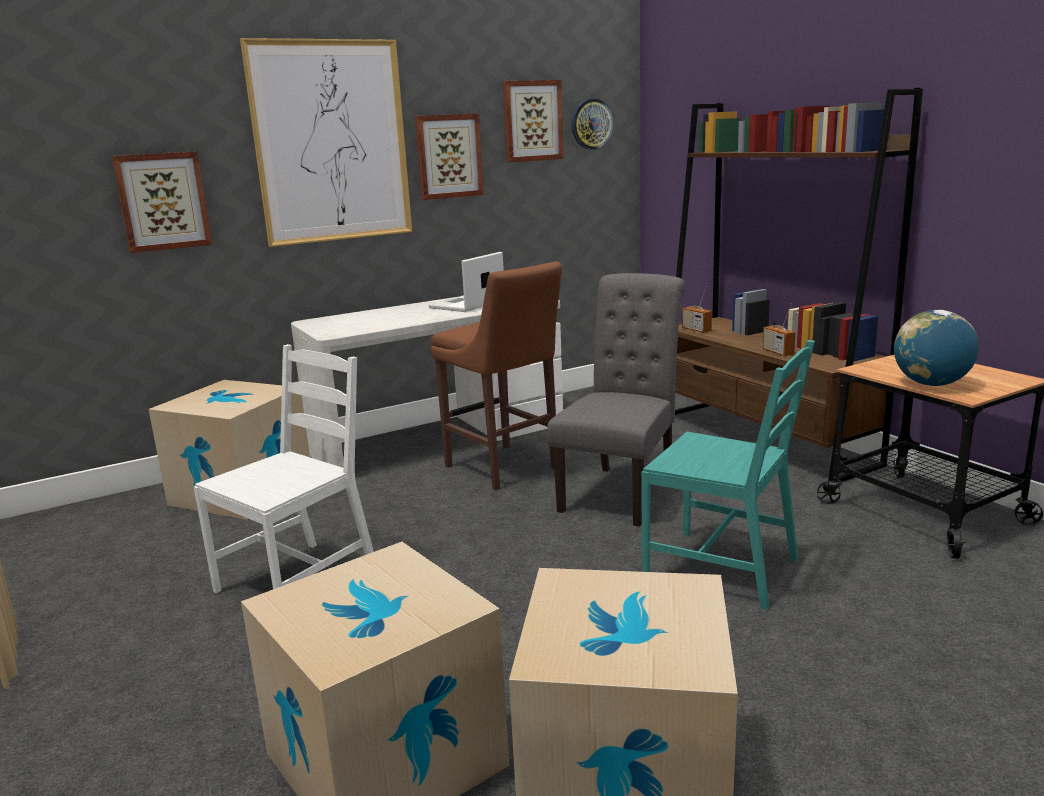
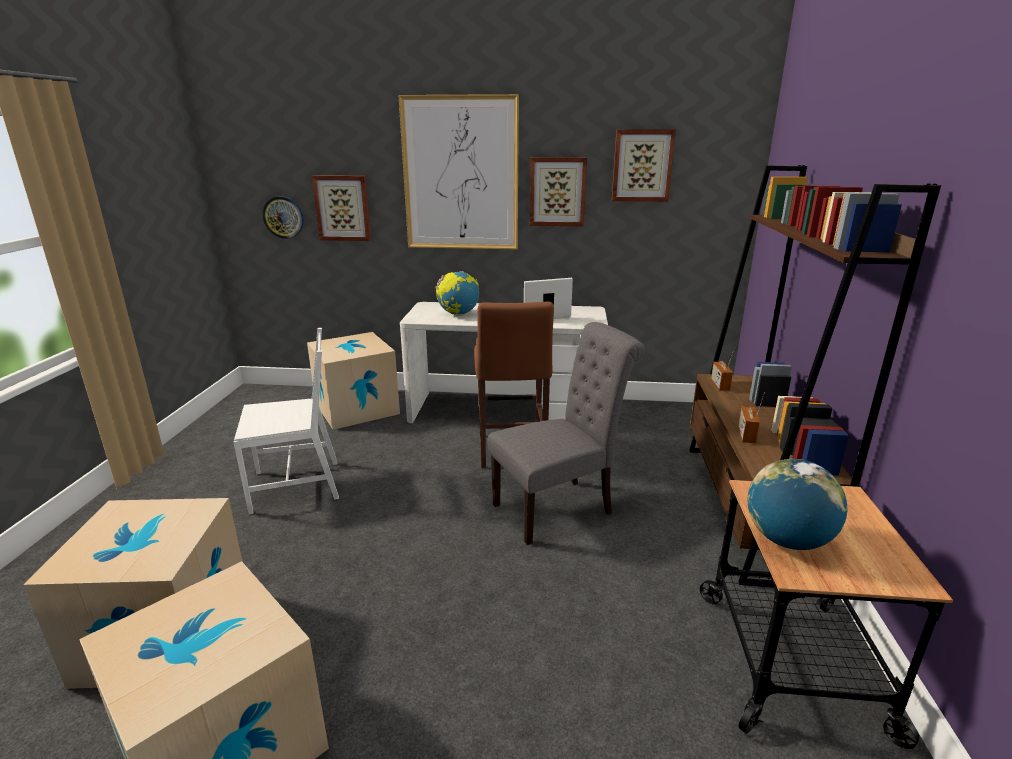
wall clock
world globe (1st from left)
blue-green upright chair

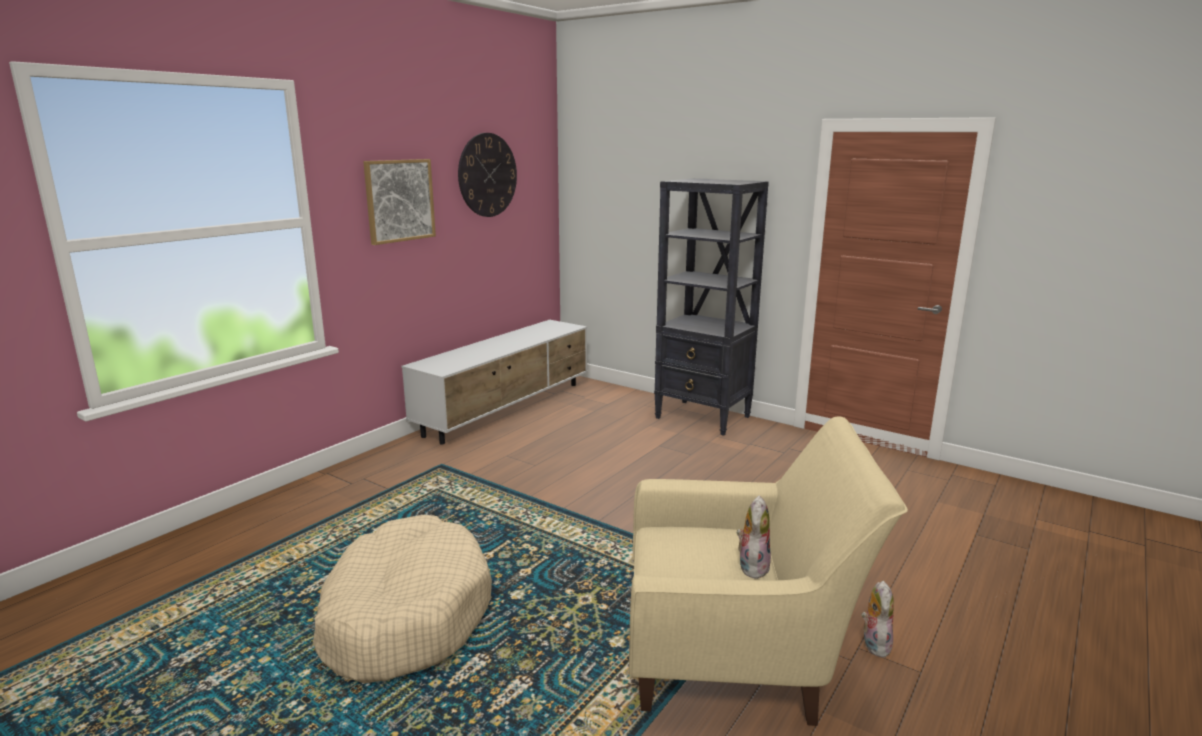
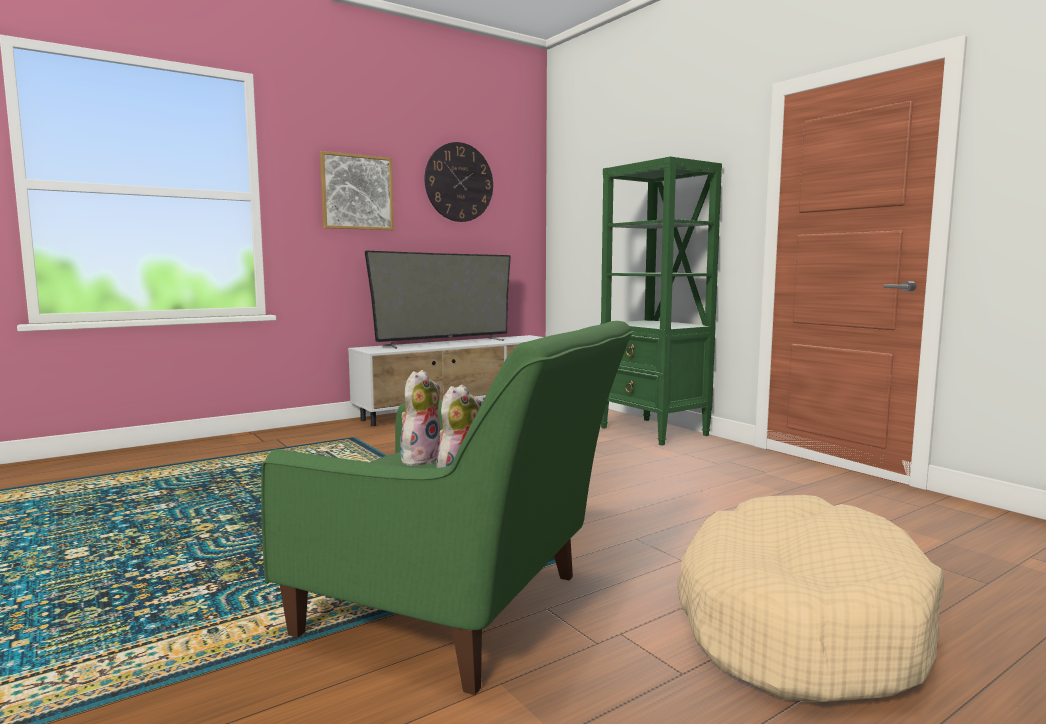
green-coloured armchair
television
cuddly toy (1st from left)
green-coloured shelving unit
sand-coloured pet bed

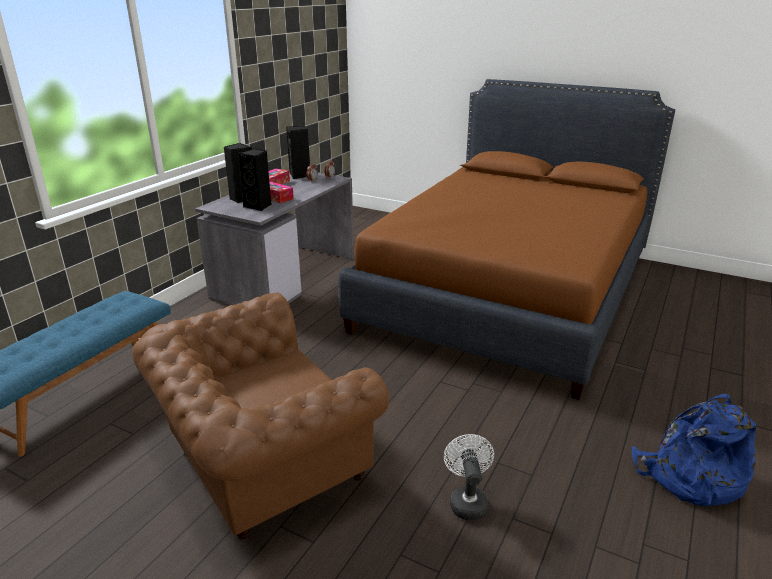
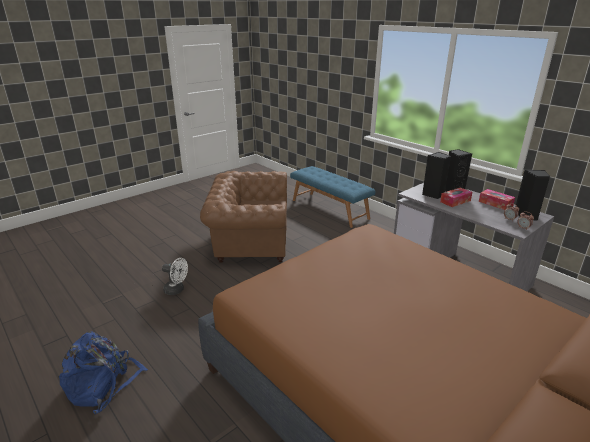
brown-coloured armchair

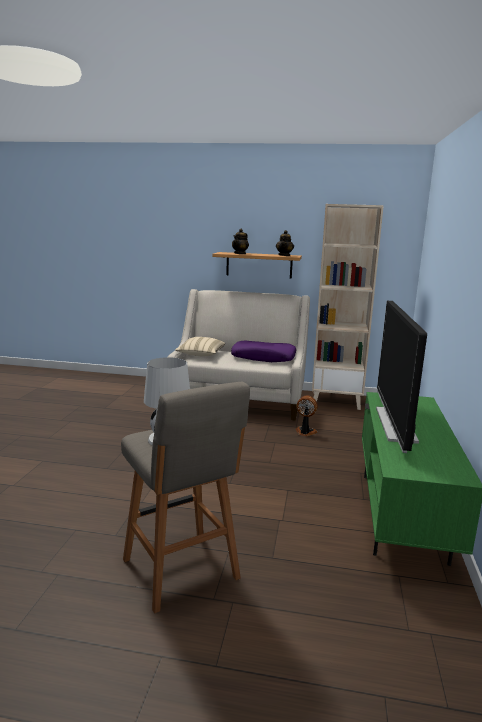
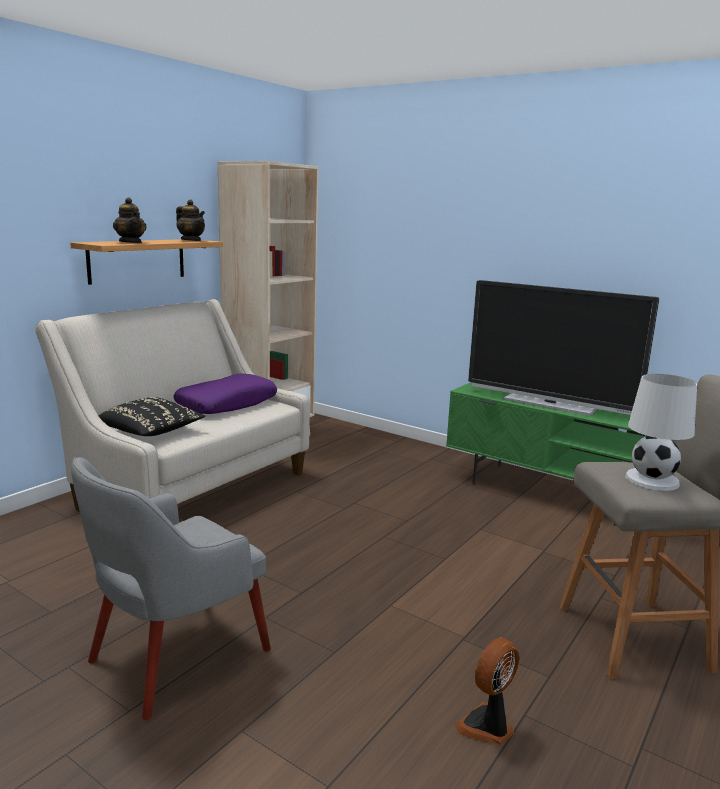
gray armchair
black-coloured throw pillow
cooling fan

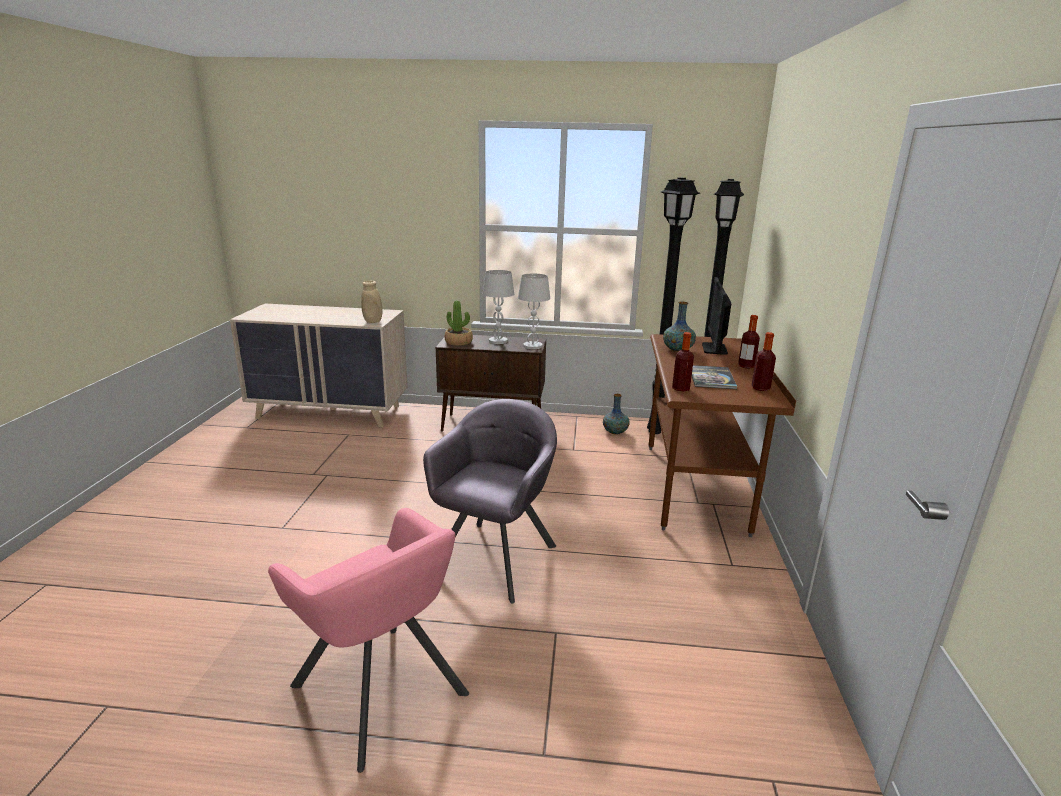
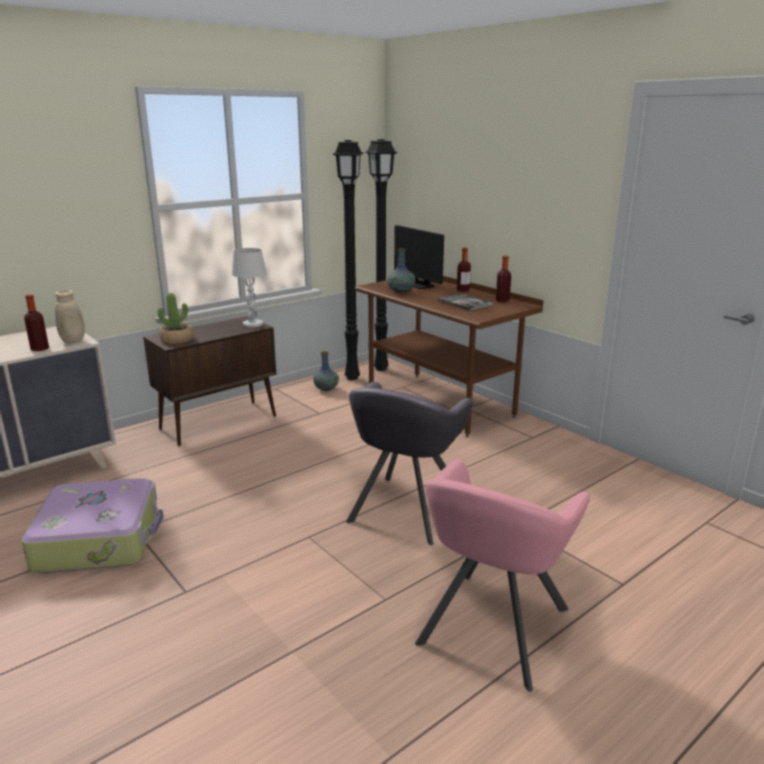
suitcase
bottle (1st from left)
gray armchair
pinkish armchair
white table lamp (1st from left in the first image)

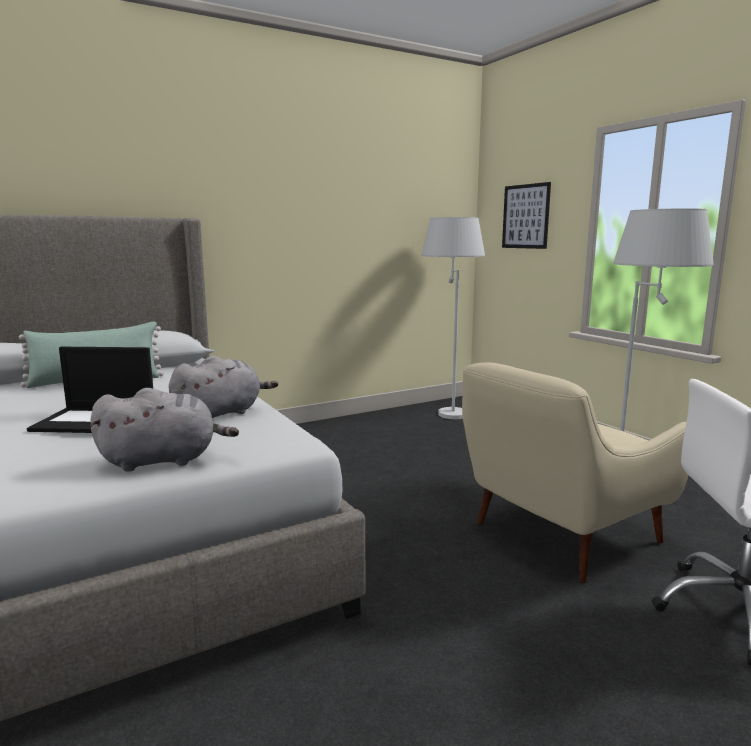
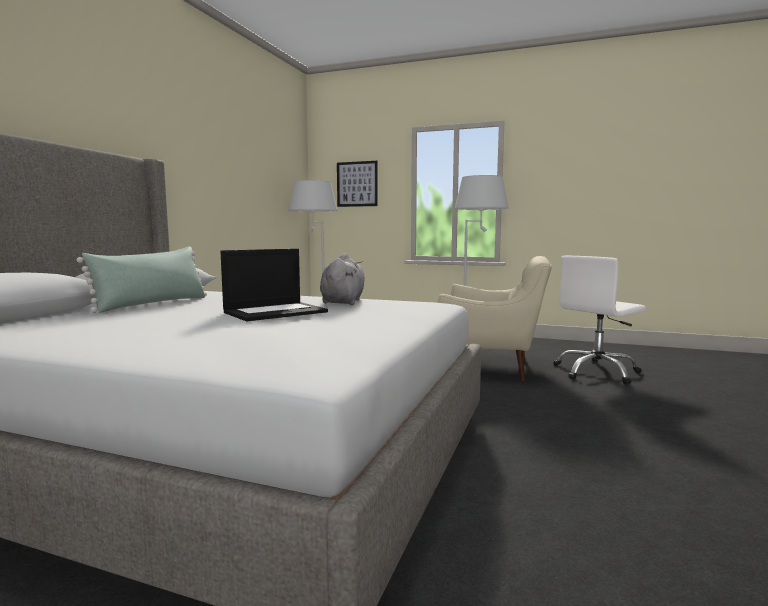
sand-coloured armchair
gray cuddly toy (1st from left in the first image)

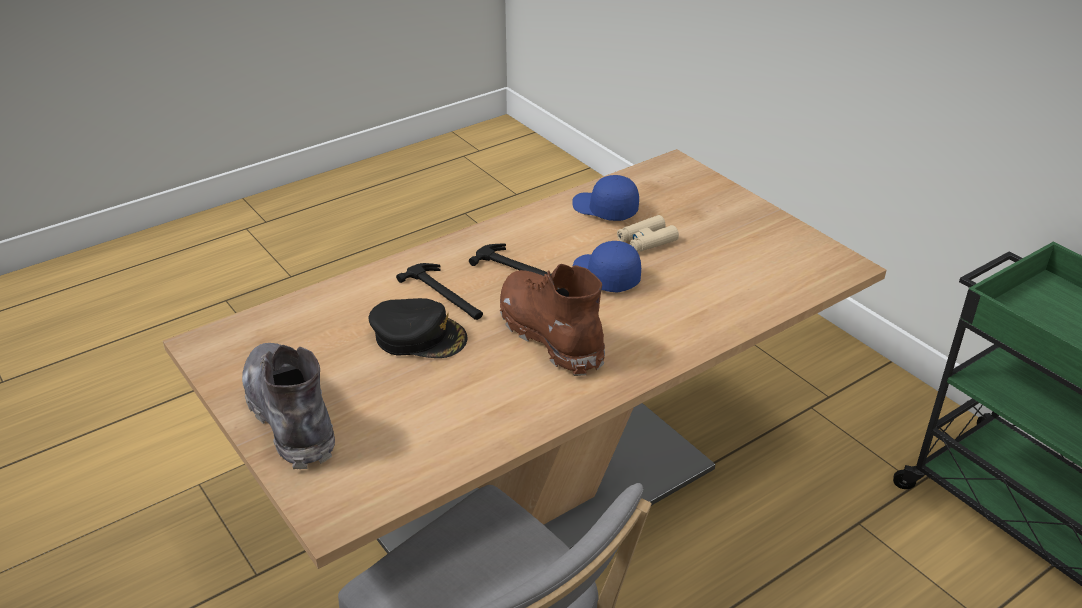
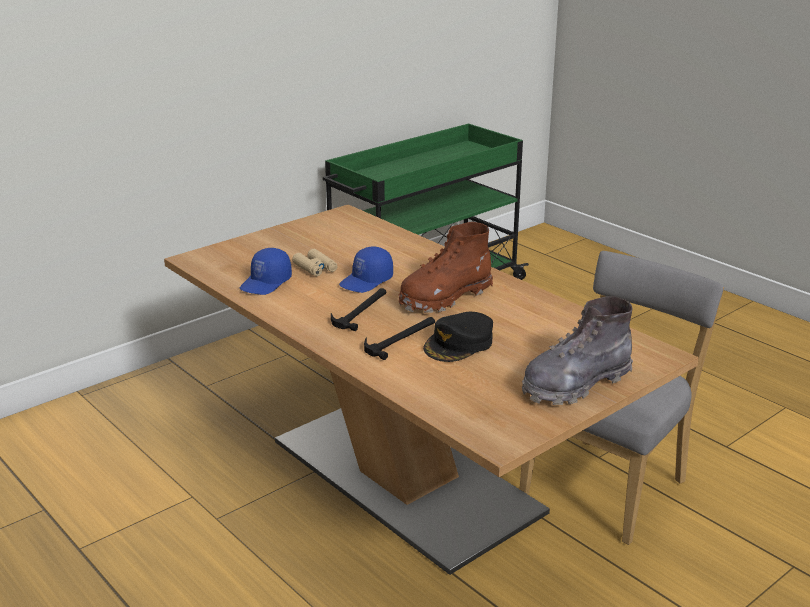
black-coloured cap

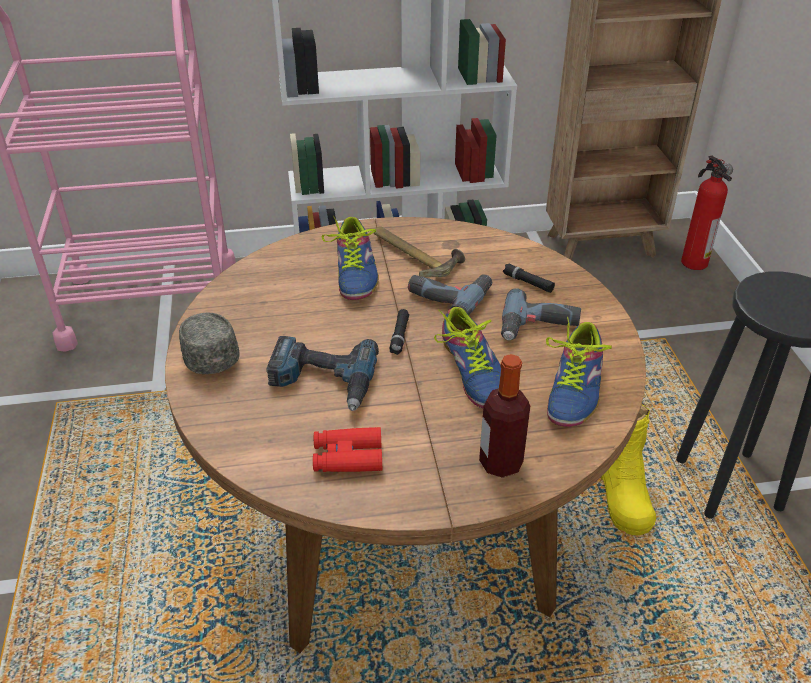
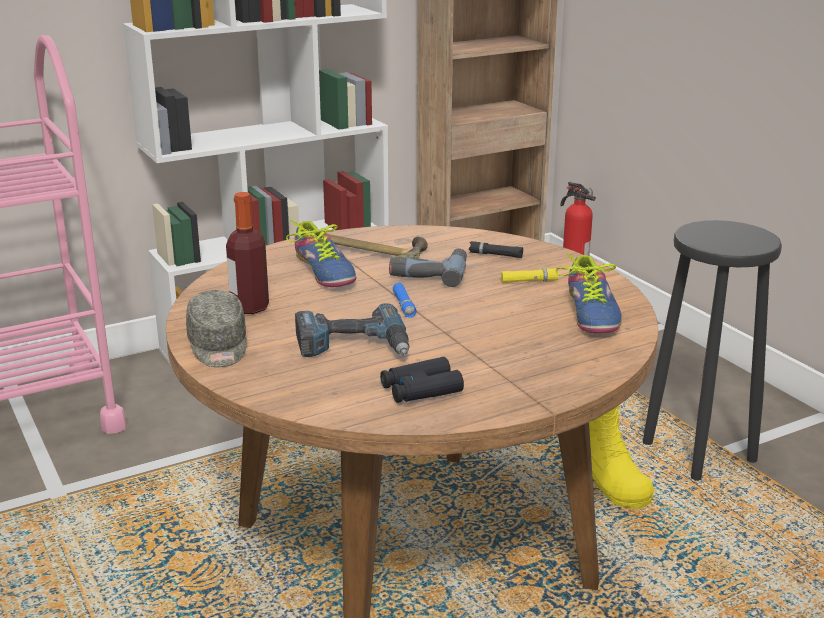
gray cap
bottle
black-coloured pair of binoculars
blue torch
yellow torch
shoe (2nd from left in the first image)

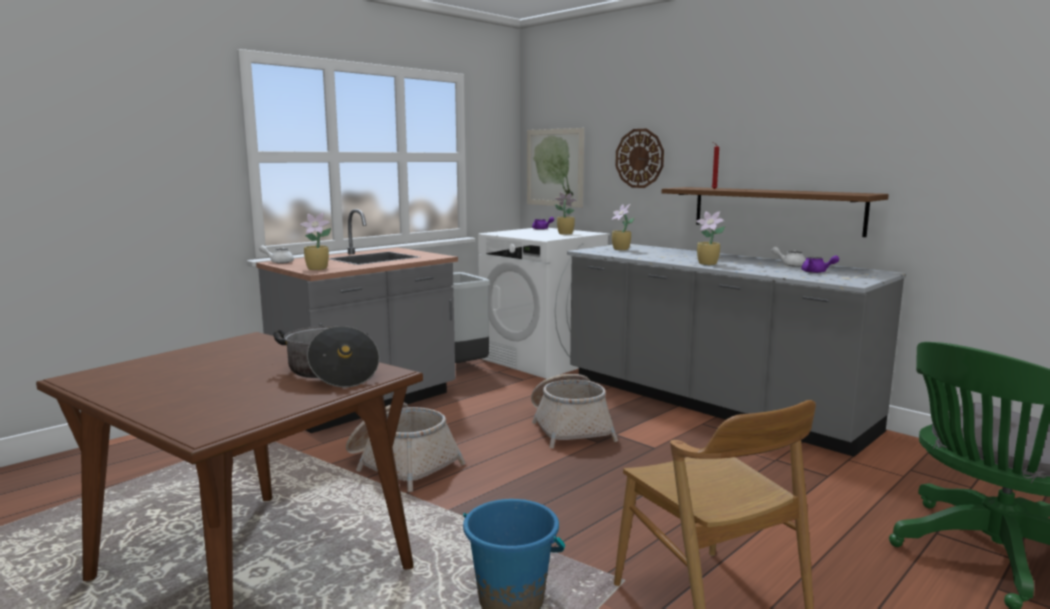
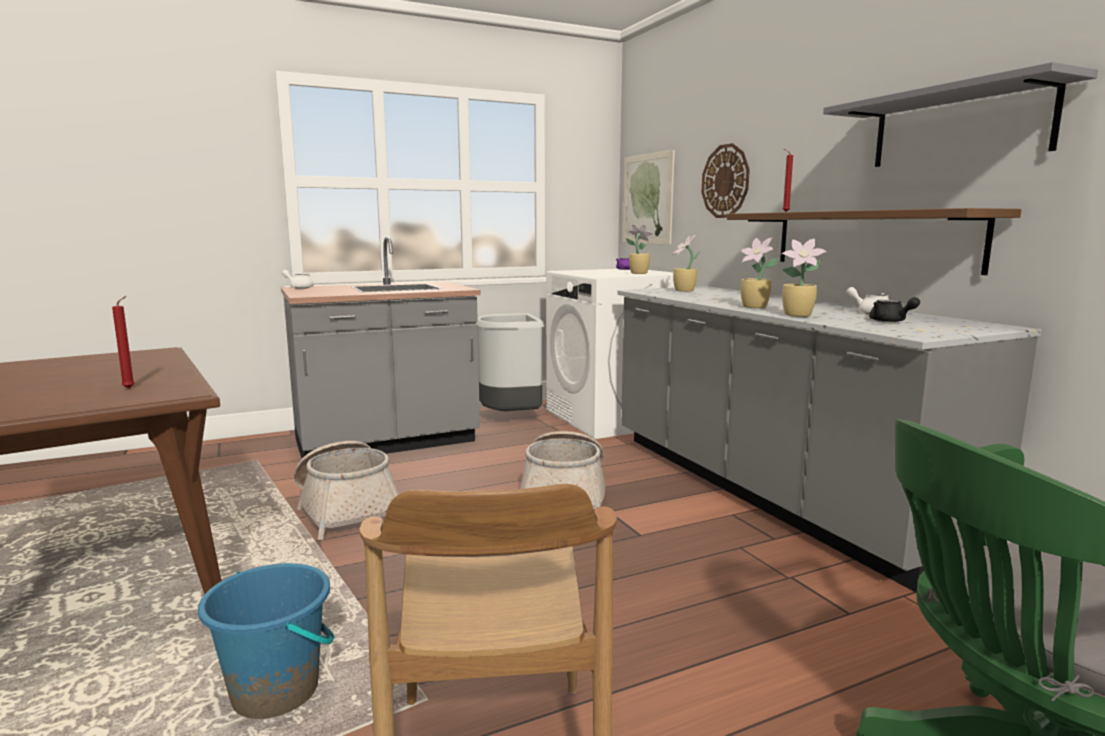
red wax light (1st from left)
potted plant (4th from left)
gray wall shelf
black-coloured pot for tea

